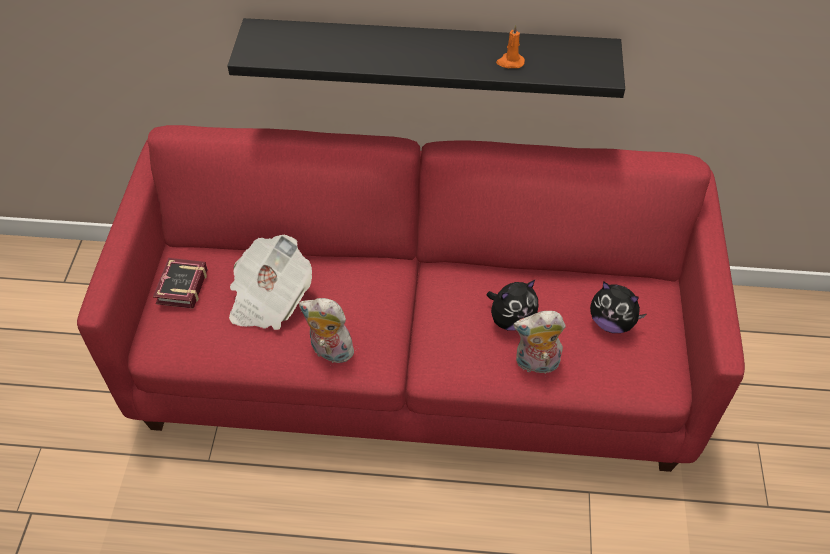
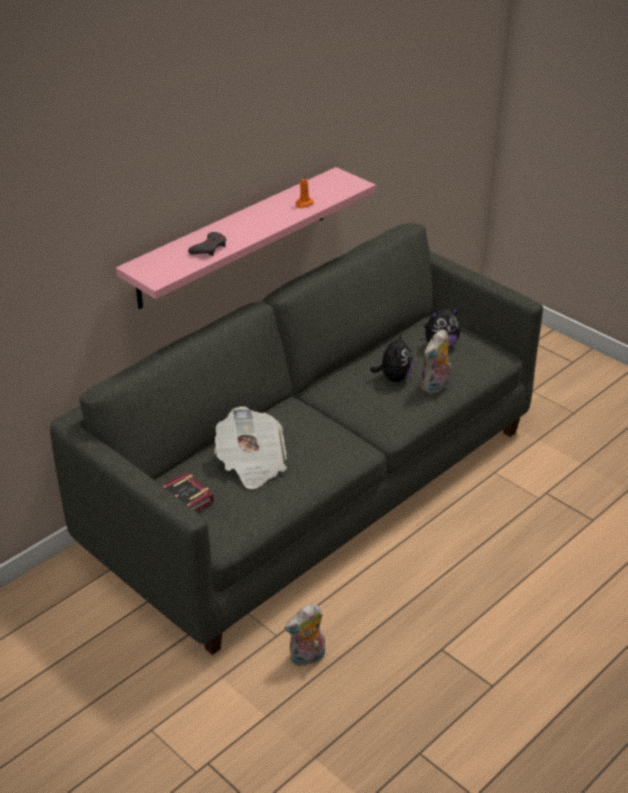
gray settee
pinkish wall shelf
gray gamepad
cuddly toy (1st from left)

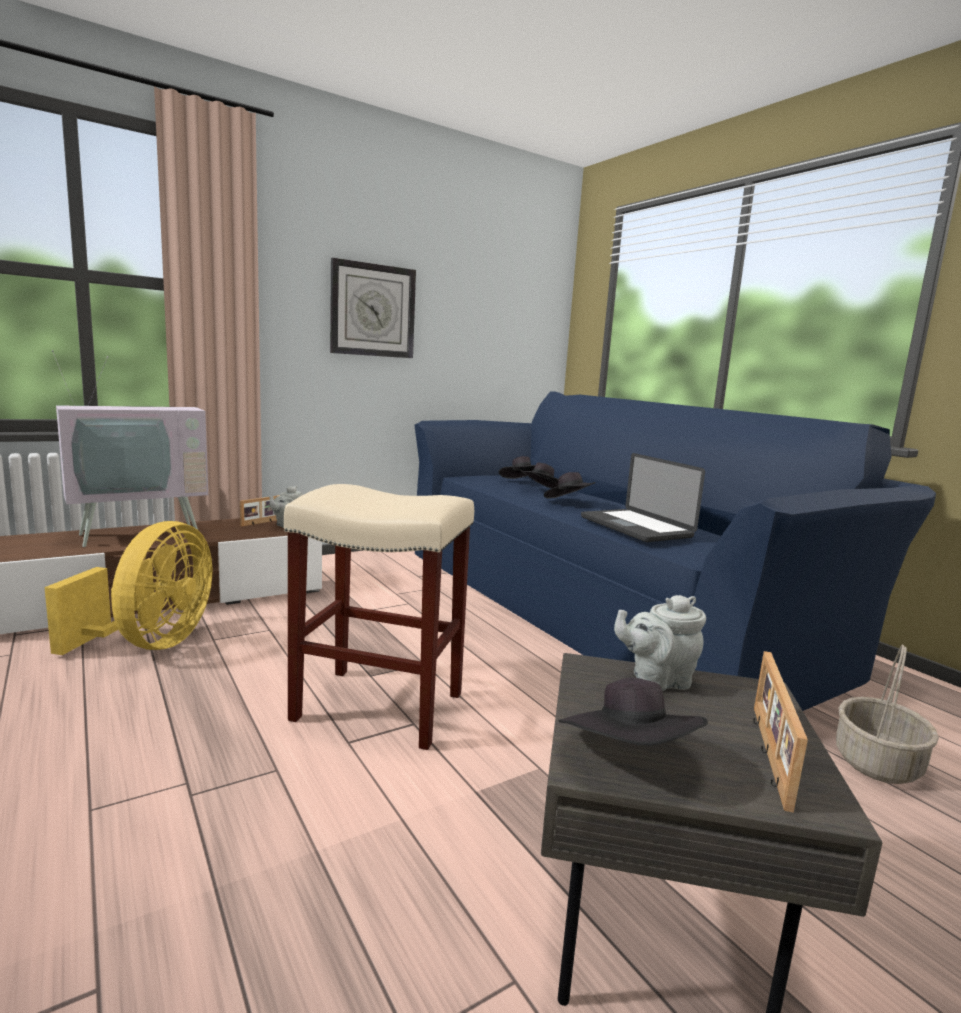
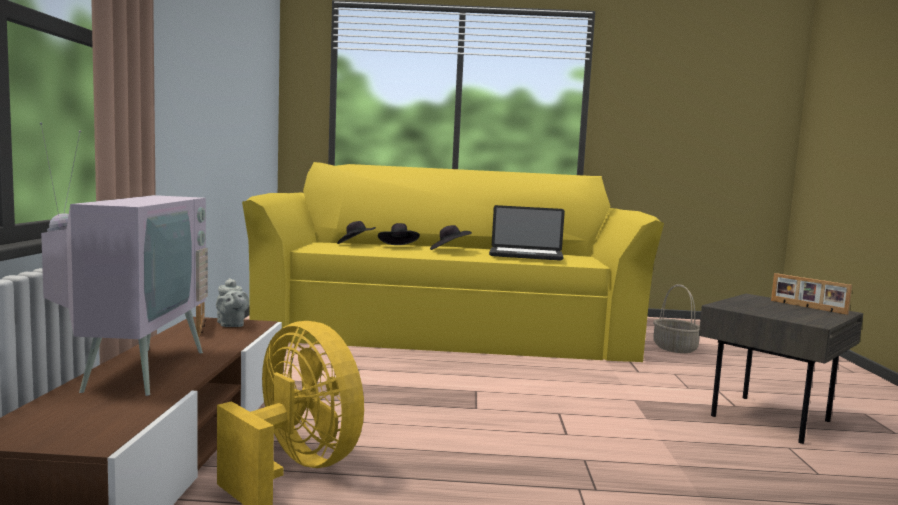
yellow settee
sand-coloured sitting stool
wall clock
black-coloured wearable hat (4th from left in the first image)
gray pot for tea (2nd from left in the first image)

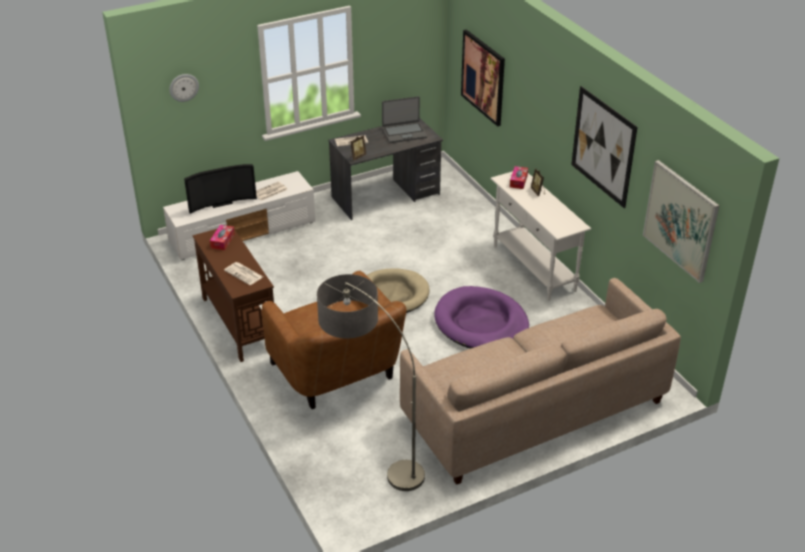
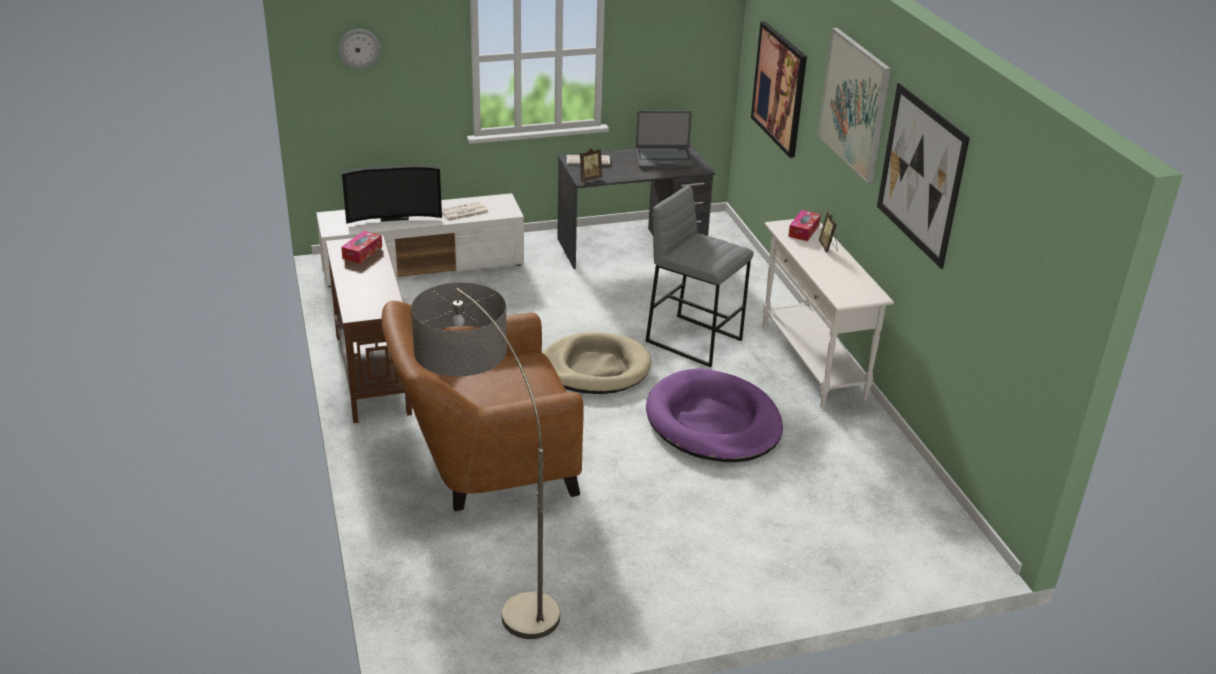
brown-coloured armchair
gray sitting stool
picture (2nd from left)
printed paper (1st from left in the first image)
sand-coloured settee

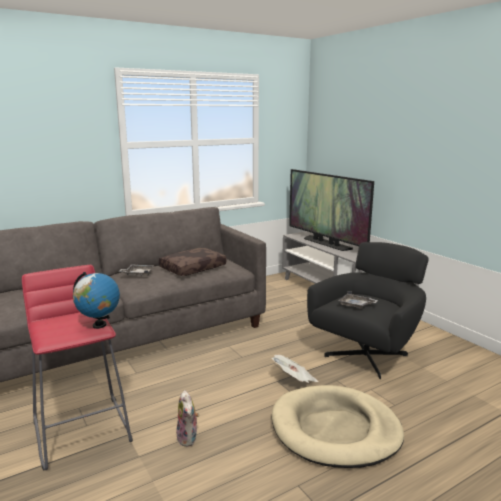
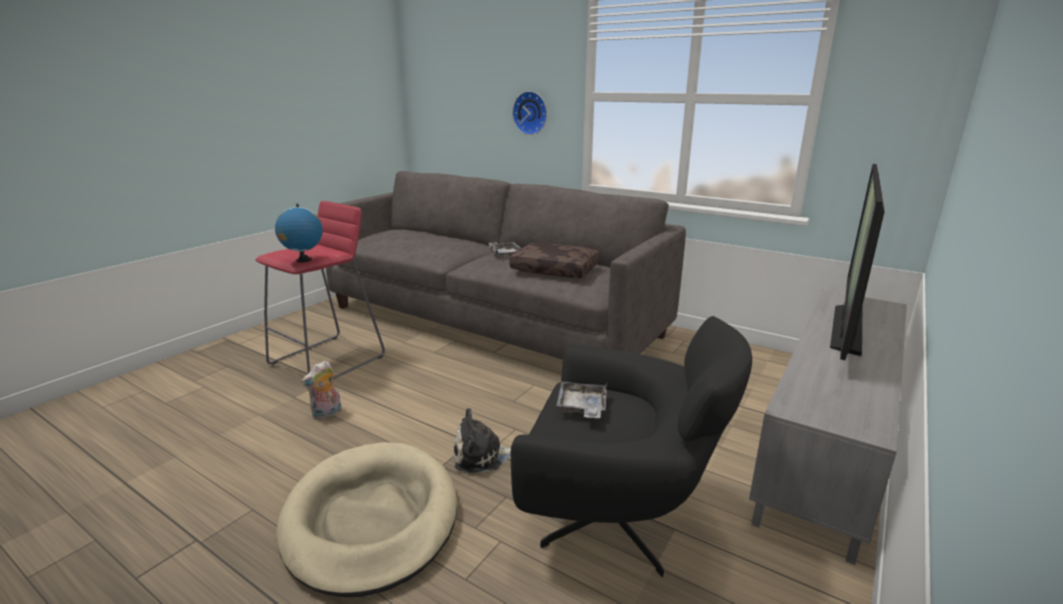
cuddly toy (2nd from left)
wall clock

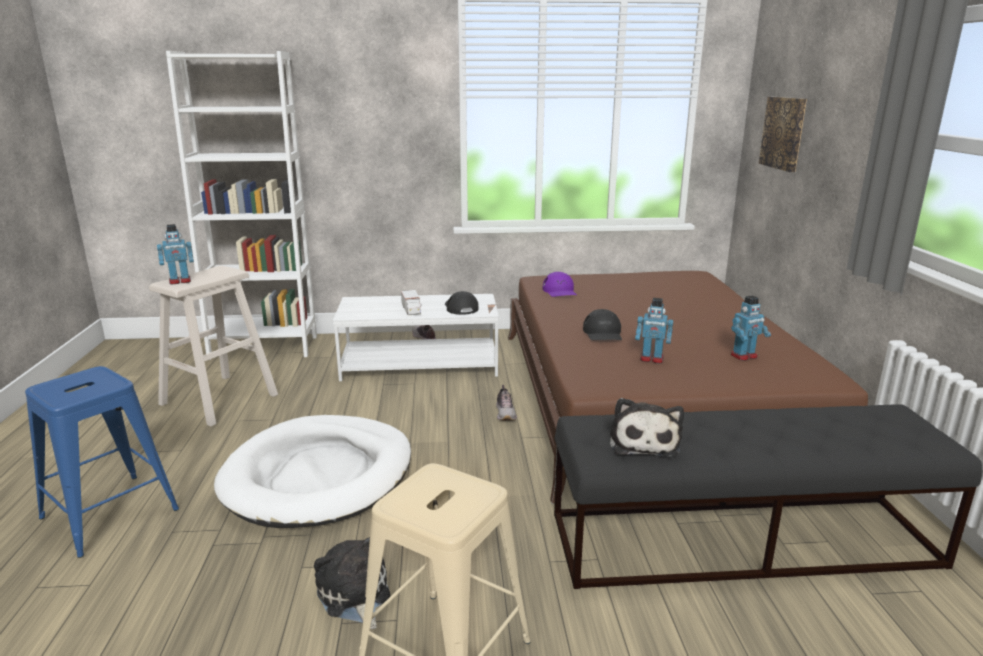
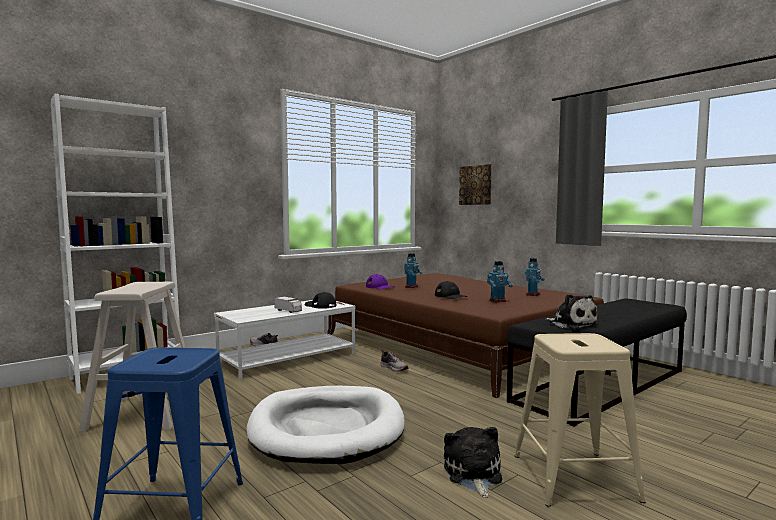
model robot (1st from left)
cuddly toy (1st from left)

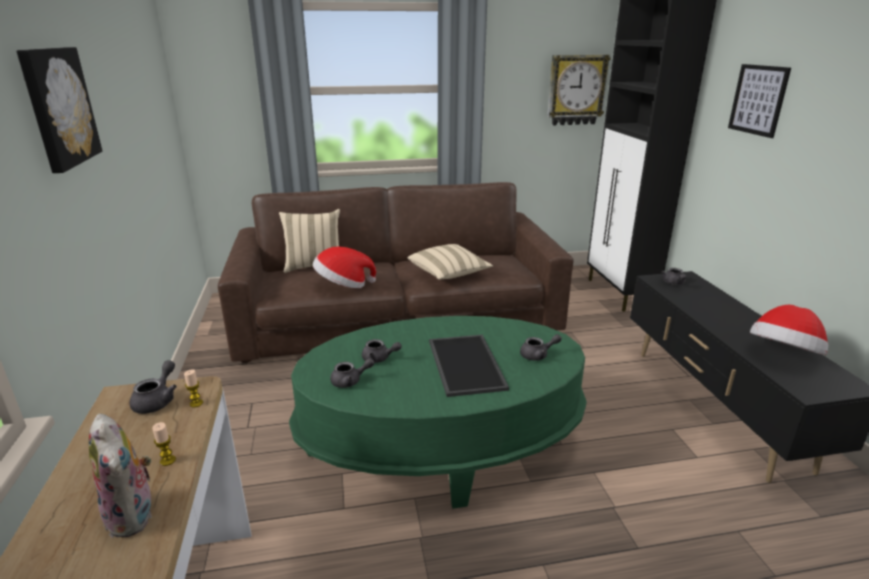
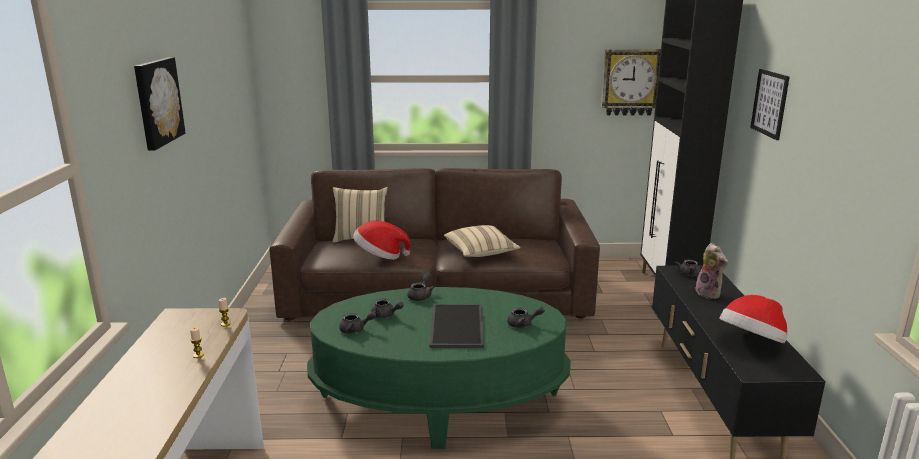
gray pot for tea (3rd from left)
cuddly toy

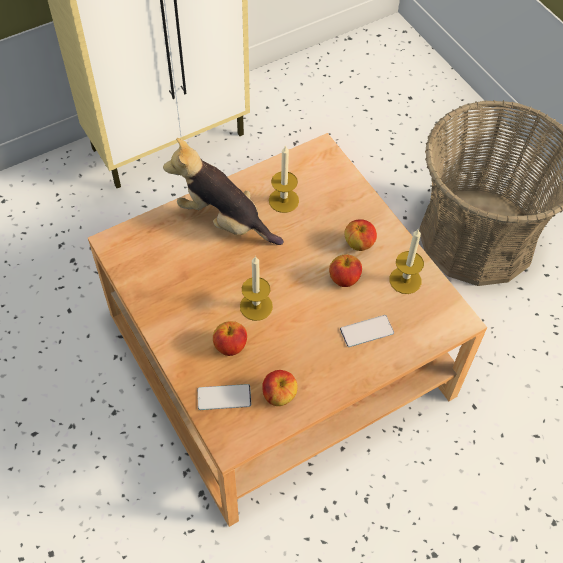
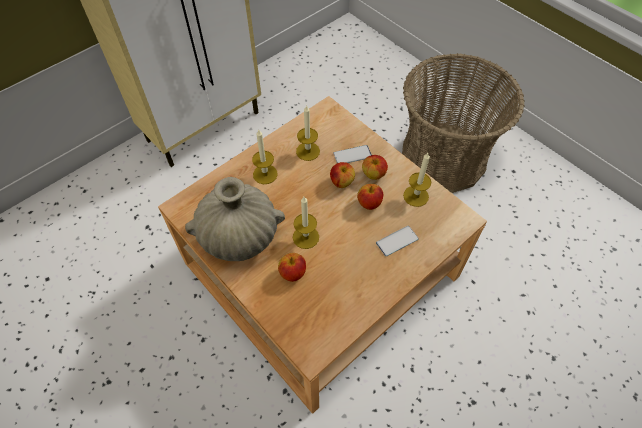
sand-coloured decorative vase
wax light (1st from left)
whole apple (2nd from left)
telephone (1st from left)

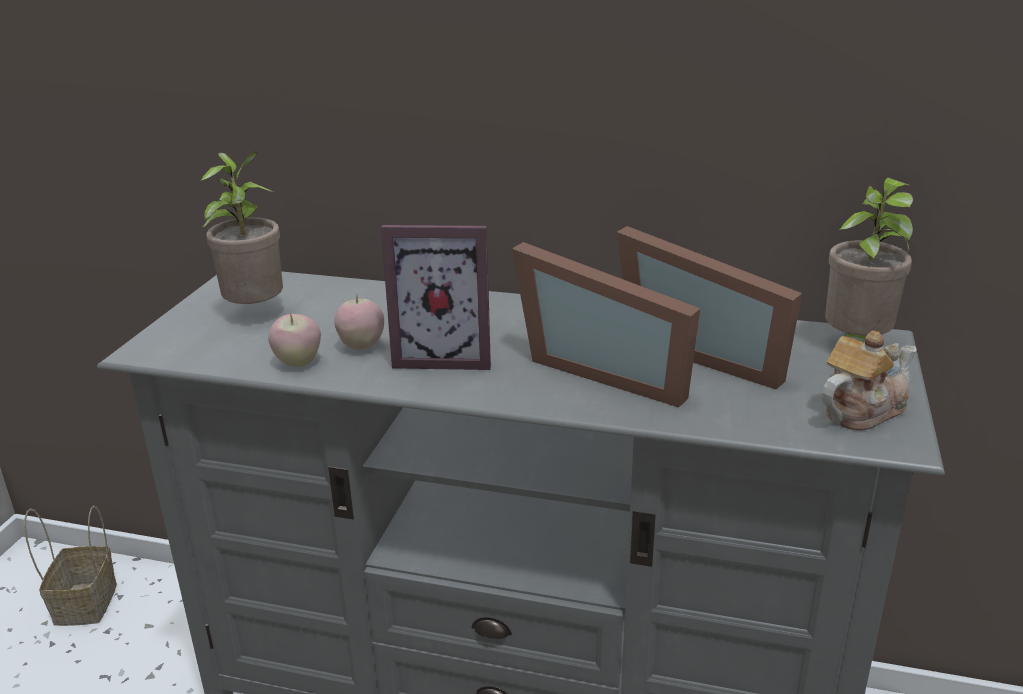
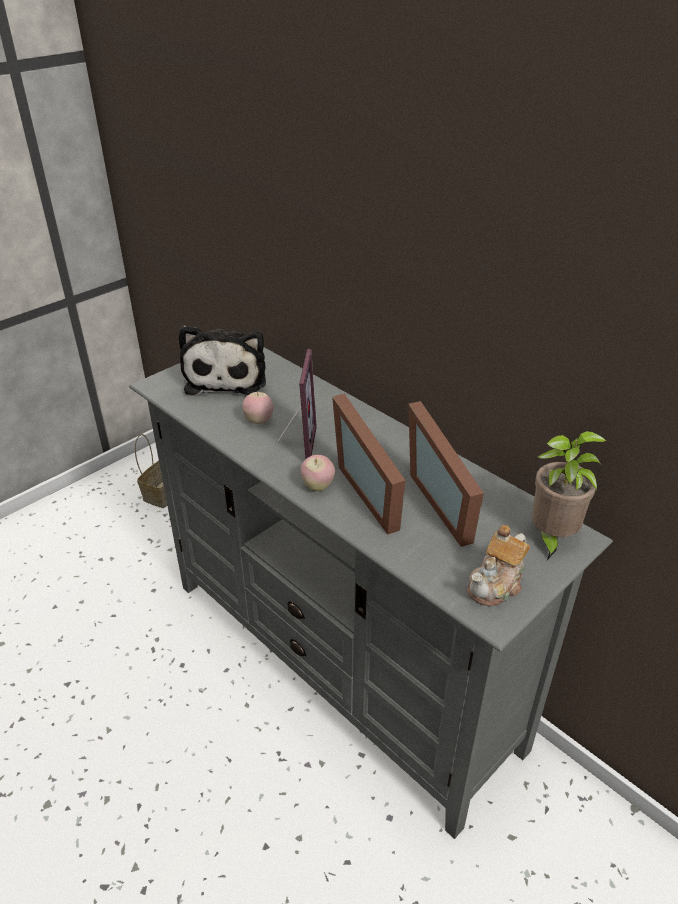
cuddly toy
picture frame (1st from left)
whole apple (2nd from left)
pot for tea

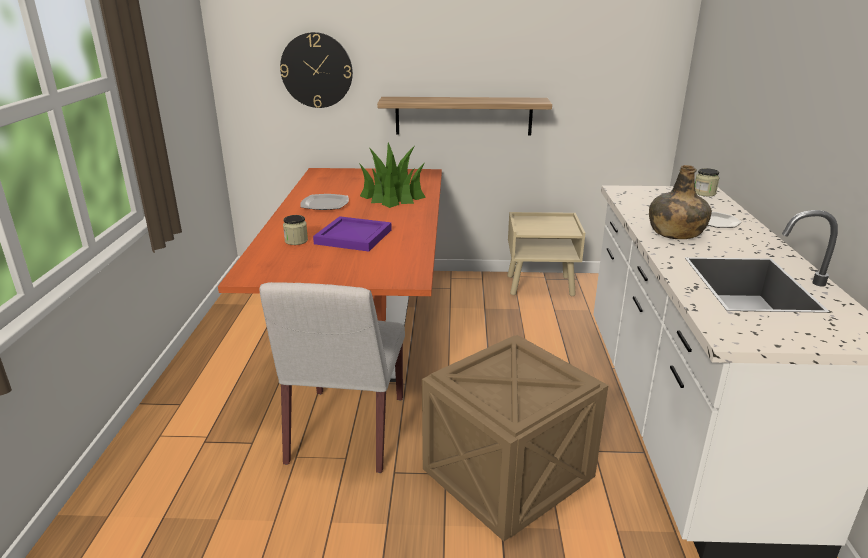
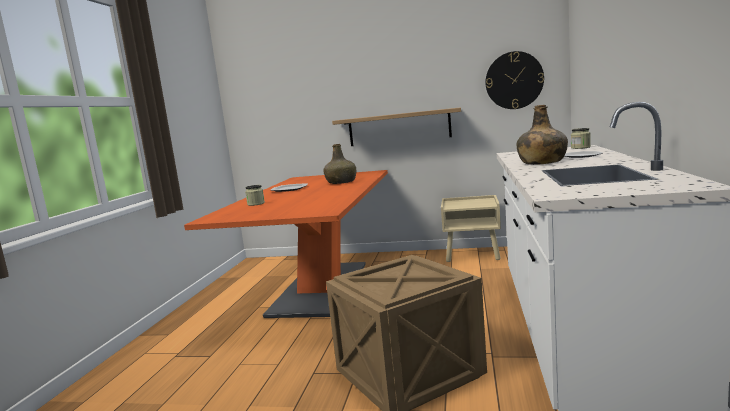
green-coloured bottle (1st from left)
wall clock
white upright chair
purple-coloured tray

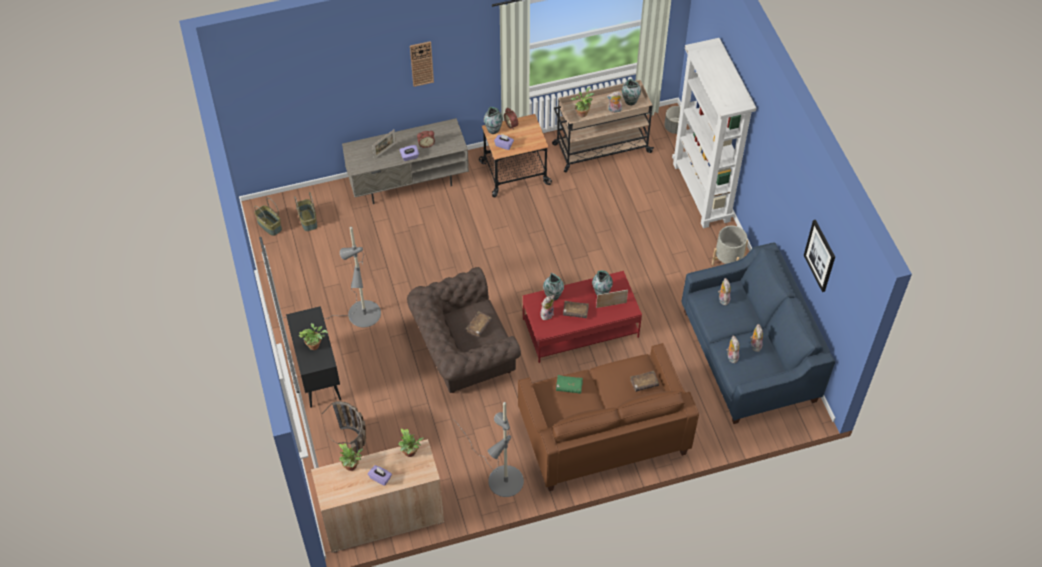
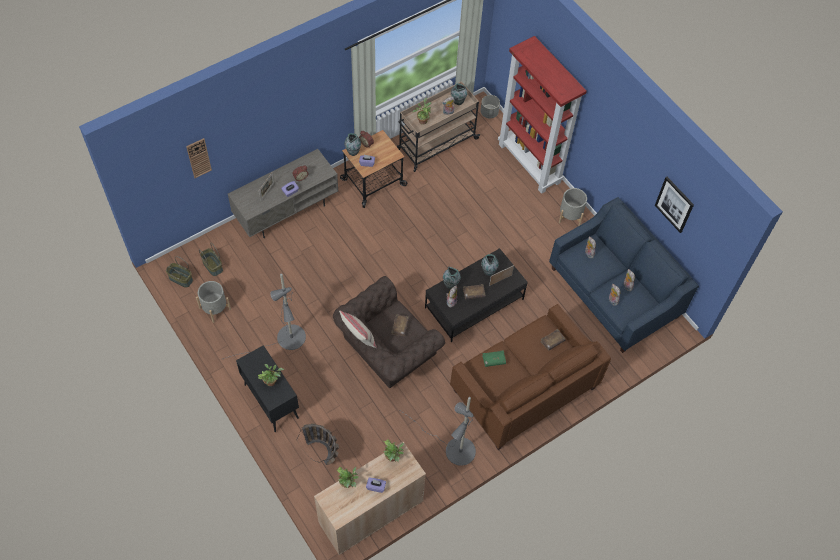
wall clock
gray planter (1st from left)
sand-coloured throw pillow
black-coloured low table
red shelving unit

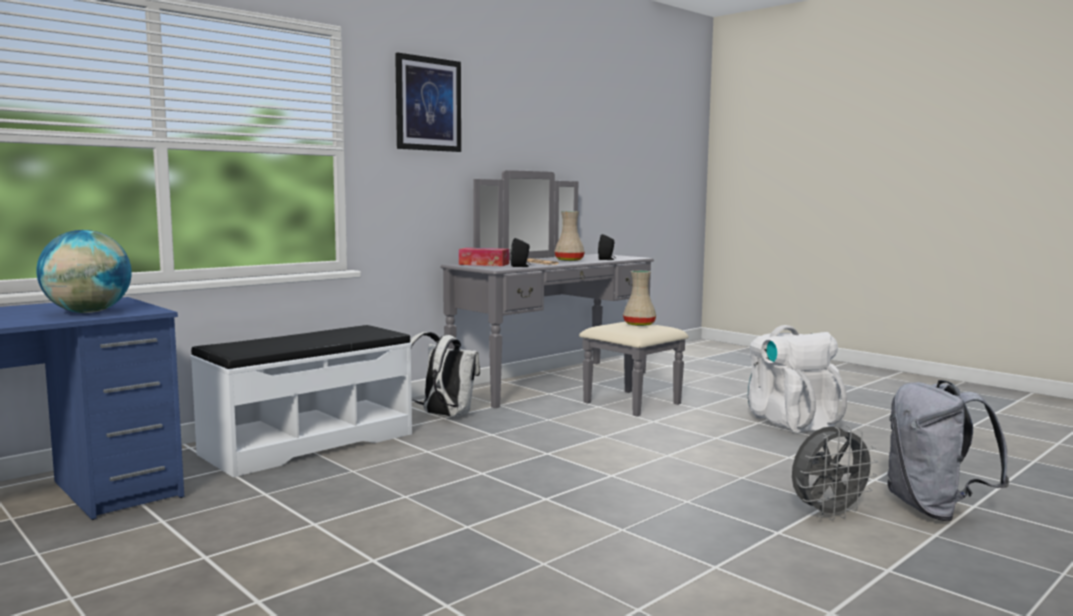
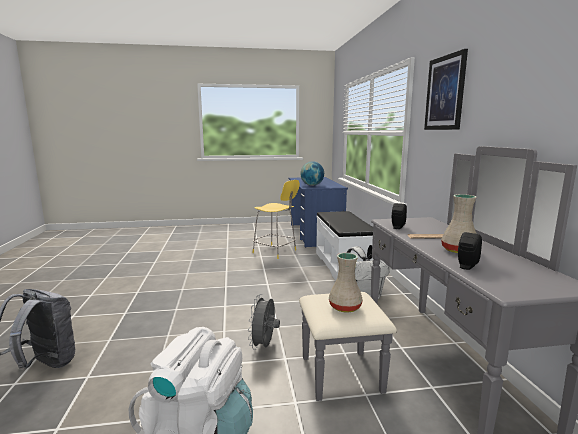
gray cooling fan
yellow upright chair
box of tissues

